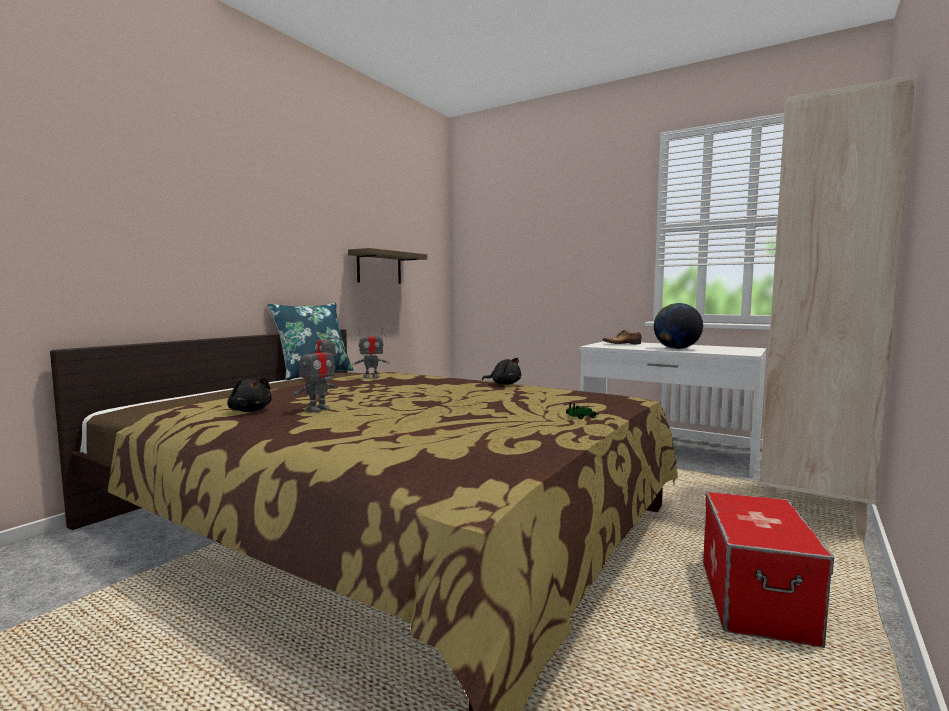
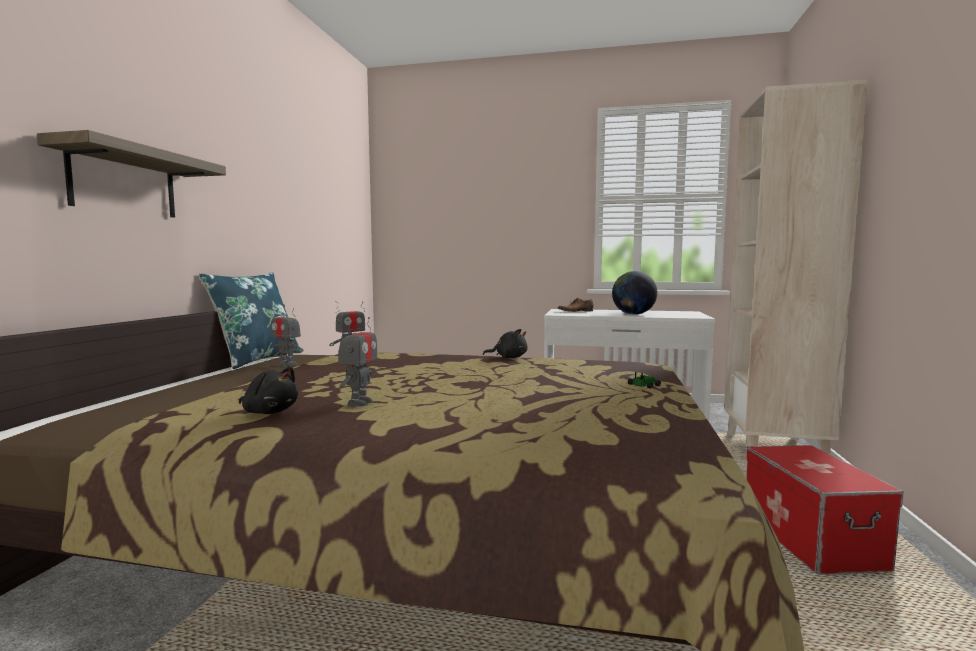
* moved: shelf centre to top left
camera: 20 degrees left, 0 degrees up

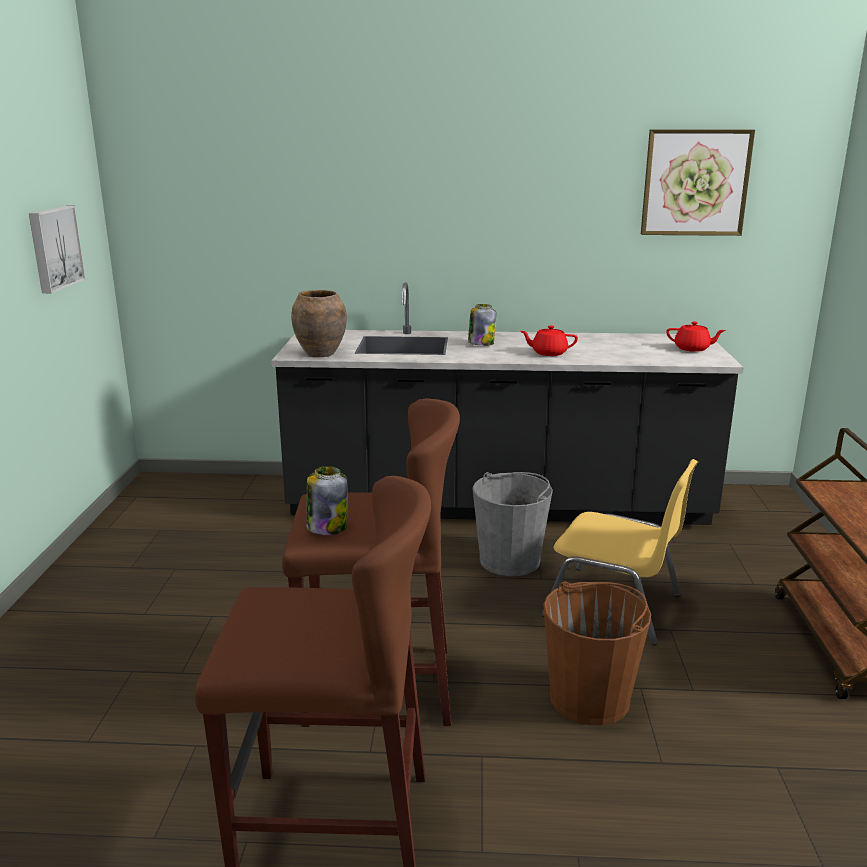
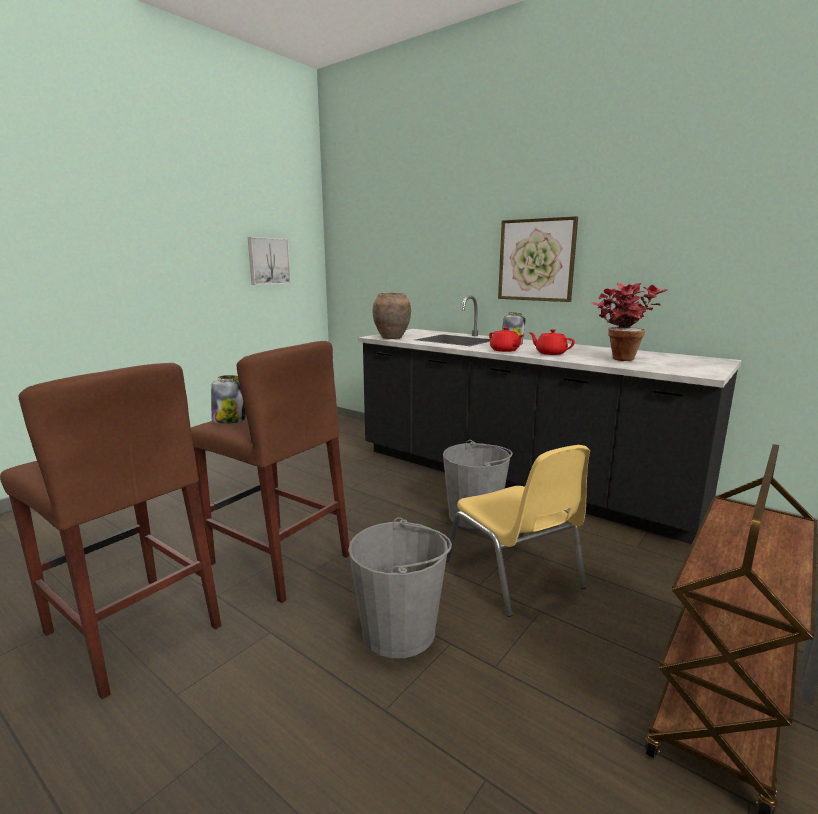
* recoloured: brownish water bucket bottom right to greyish water bucket (1st from left) bottom centre
* moved: wall picture (2nd from left) top right to top centre
* moved: red teapot (2nd from left in the first image) middle right to red teapot (1st from left) centre
* added: potted plant middle right
camera: 35 degrees right, 5 degrees down

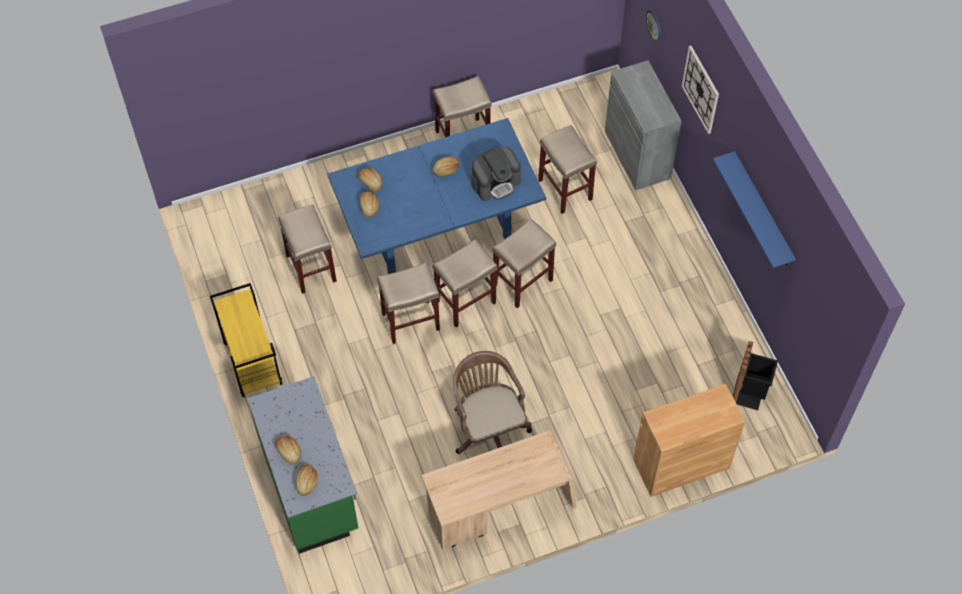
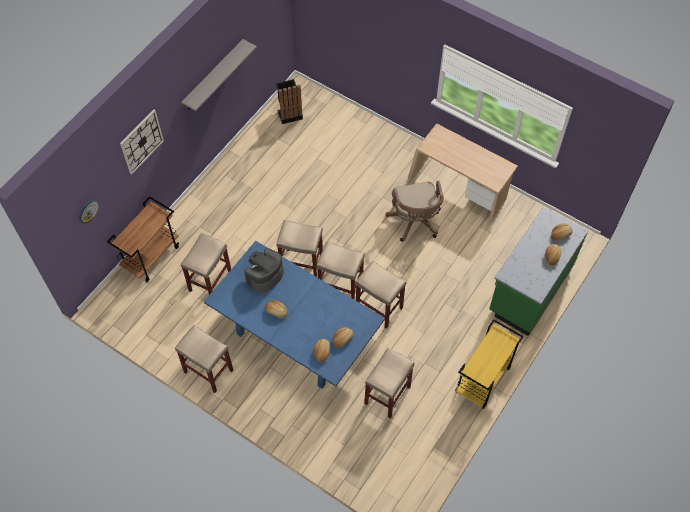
* turned: brownish office chair bottom centre = centre 45 degrees counterclockwise
* turned: coffee brewer top centre = centre 75 degrees counterclockwise
* replaced: greyish cupboard top right to brownish cart middle left
* removed: brownish cupboard bottom right
* recoloured: blue shelf middle right to greyish shelf top left
camera: 125 degrees left, 0 degrees up

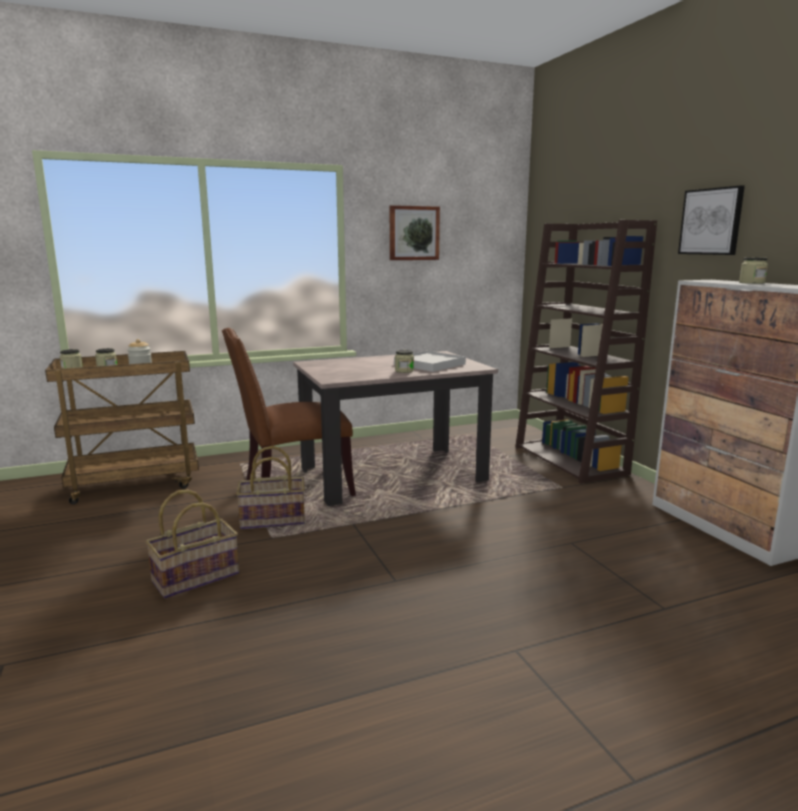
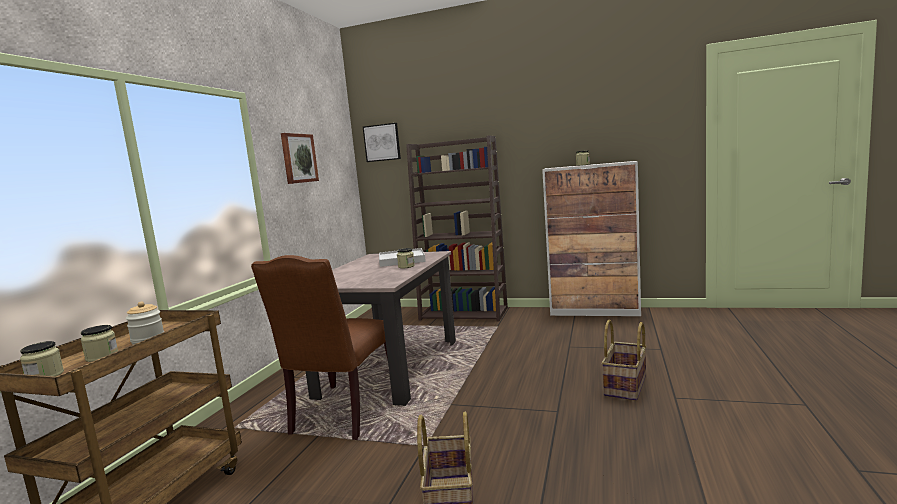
* moved: basket (2nd from left) centre to bottom right
* moved: wall picture (2nd from left) top right to top centre
camera: 50 degrees left, 5 degrees down

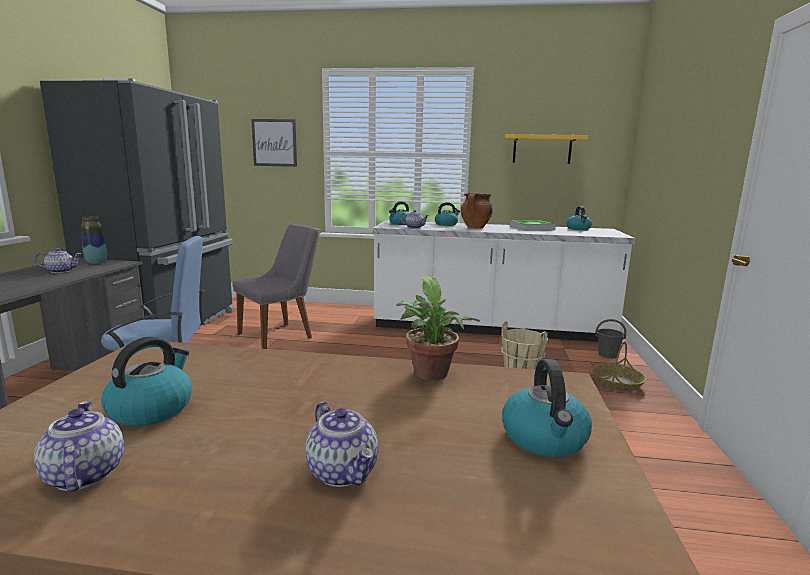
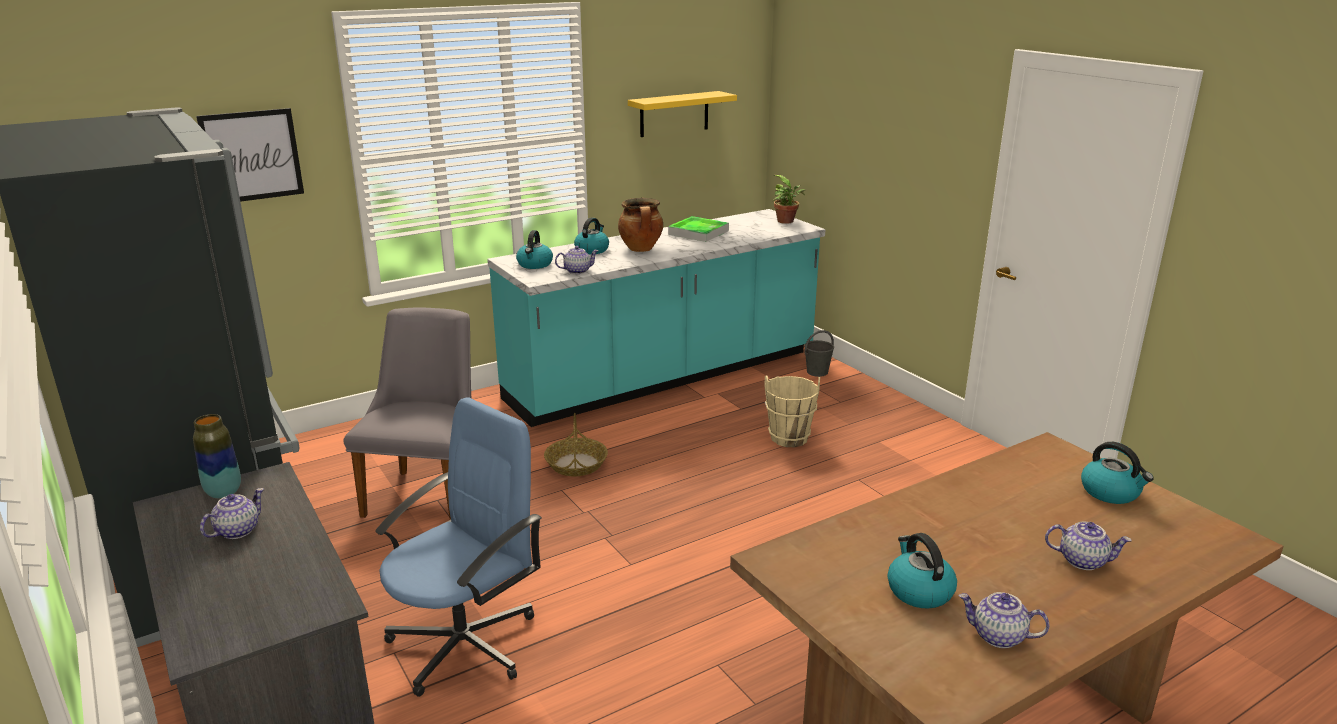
* recoloured: whitish kitchen base unit centre to turquoise kitchen base unit centre
* moved: potted plant centre to top centre
* removed: water kettle (5th from left) middle right
* moved: basket middle right to centre
camera: 40 degrees left, 10 degrees up

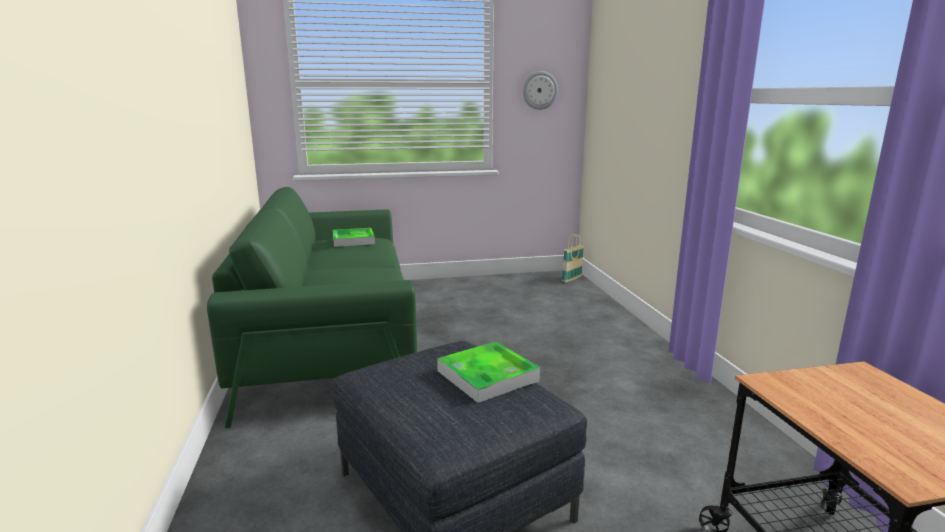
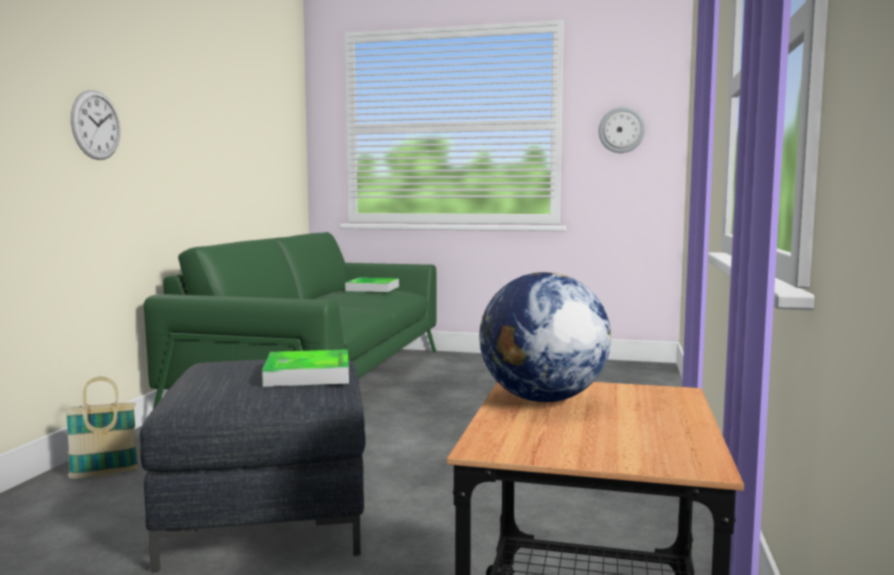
* moved: basket centre to bottom left
* added: clock on the wall (1st from left) top left
* added: globe centre
camera: 25 degrees right, 10 degrees down

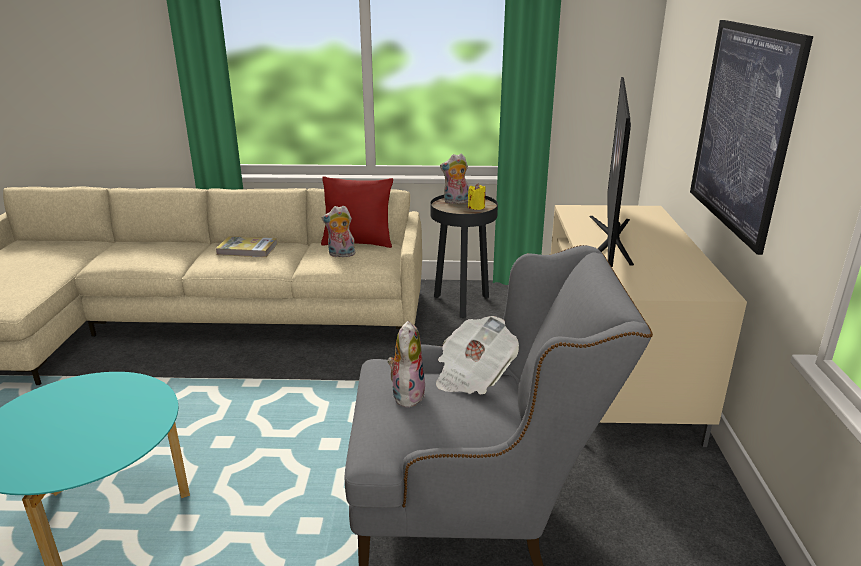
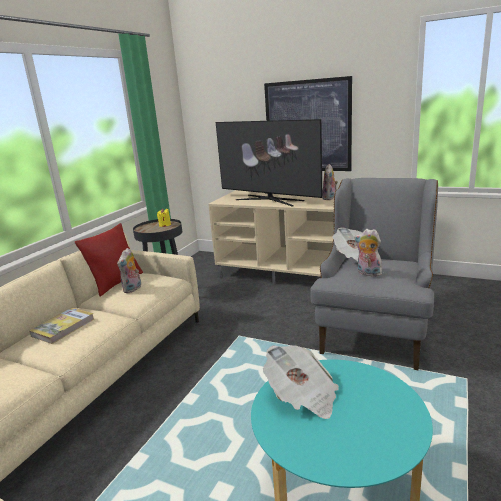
* moved: plush toy (3rd from left in the first image) top centre to plush toy (2nd from left) centre
* added: newspaper (1st from left) bottom centre
camera: 65 degrees left, 5 degrees down

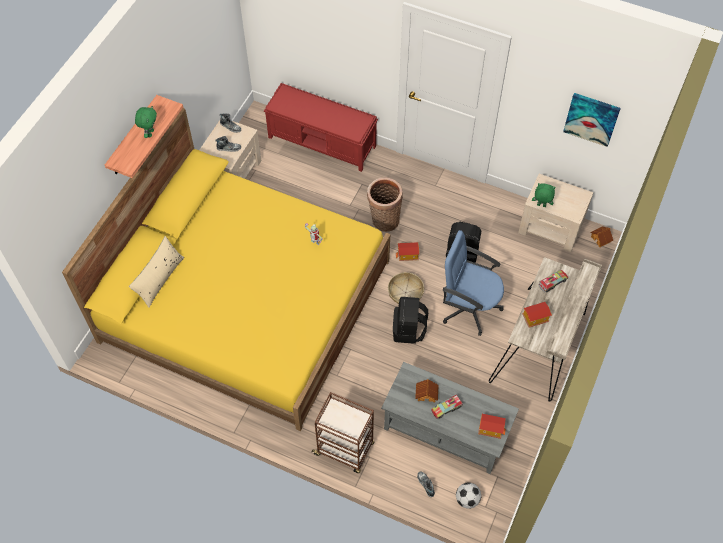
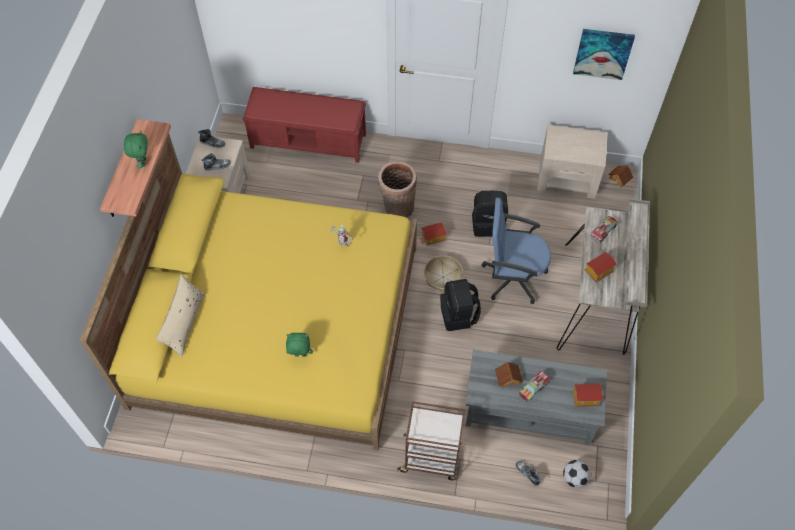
* moved: green plush toy (2nd from left) middle right to centre
camera: 15 degrees left, 0 degrees up

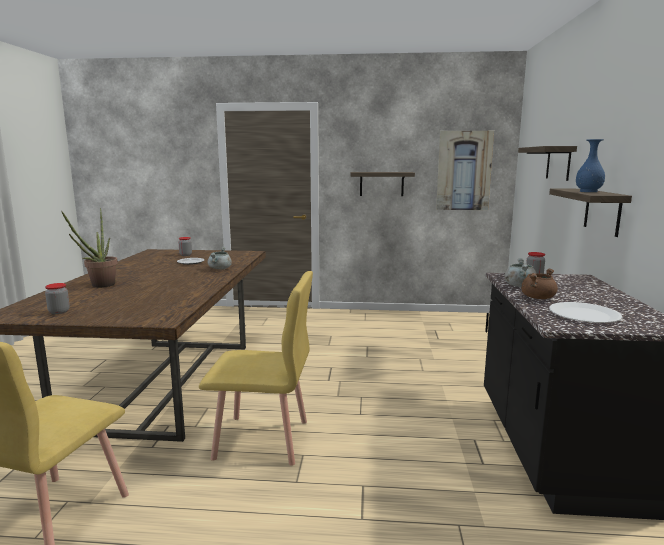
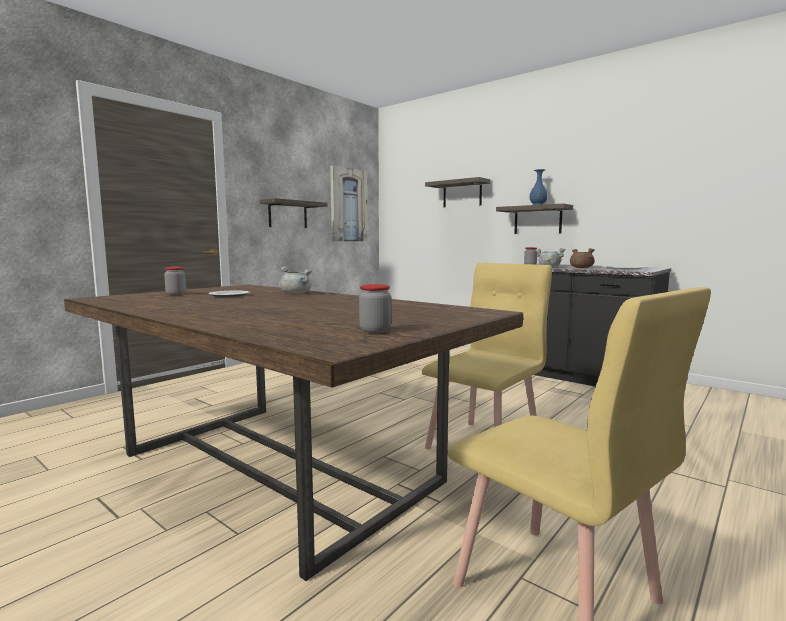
* removed: potted plant middle left
camera: 55 degrees left, 5 degrees down

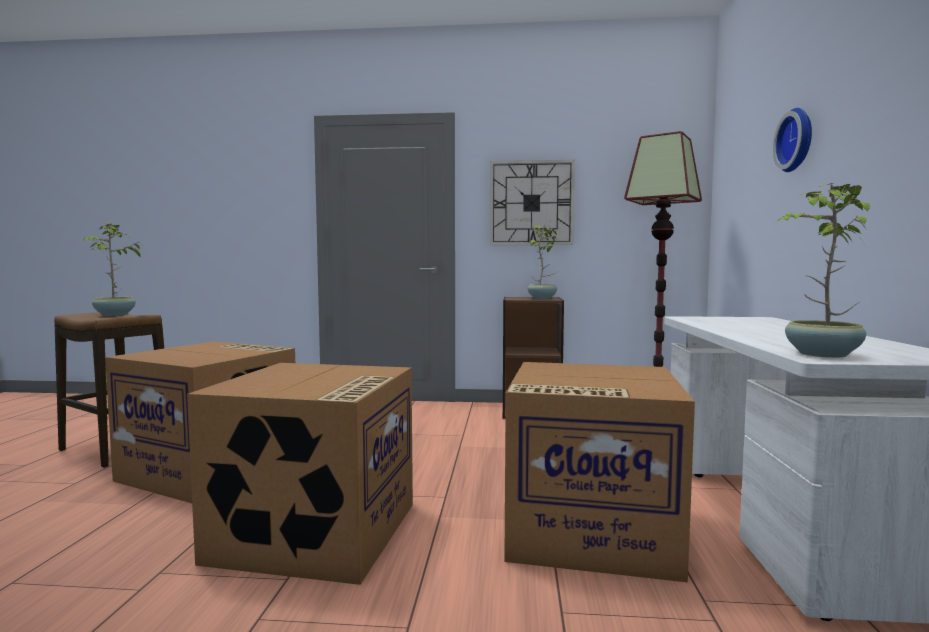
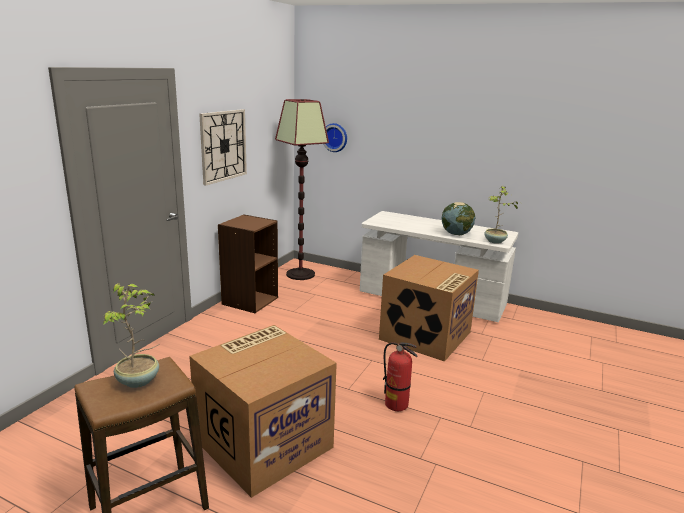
* replaced: cardboard box (2nd from left) bottom left to extinguisher bottom centre
* removed: potted plant (2nd from left) centre
* moved: clock on the wall (2nd from left) top right to top centre
* added: globe middle right
camera: 70 degrees left, 15 degrees up

